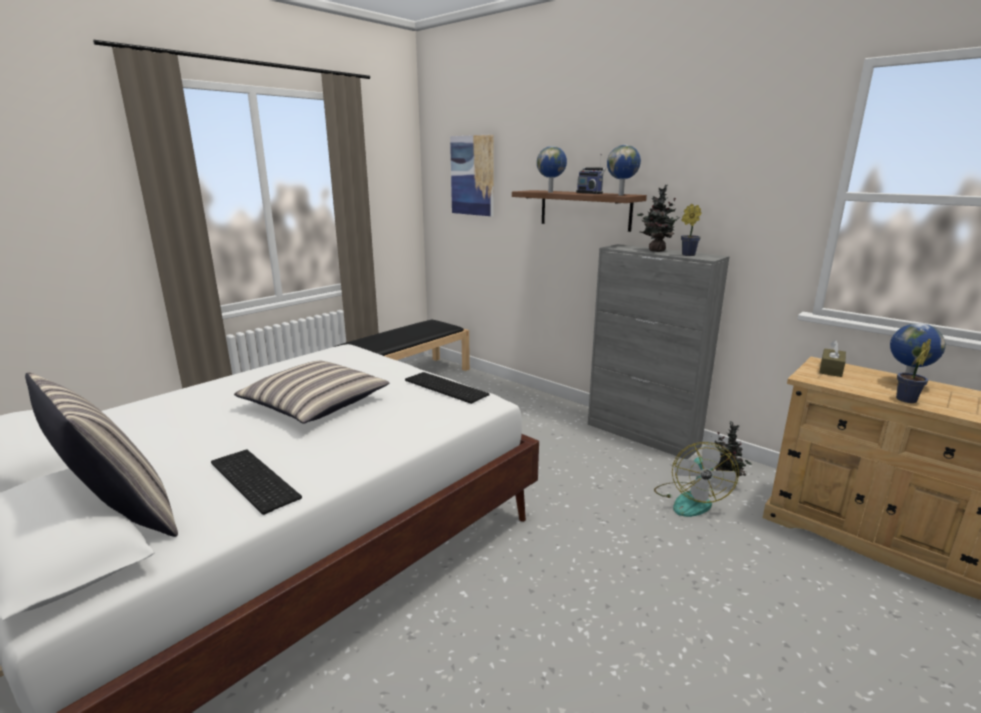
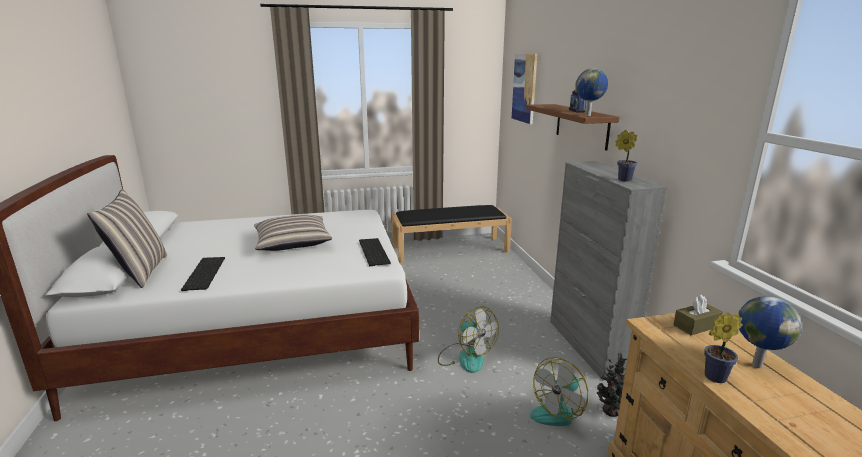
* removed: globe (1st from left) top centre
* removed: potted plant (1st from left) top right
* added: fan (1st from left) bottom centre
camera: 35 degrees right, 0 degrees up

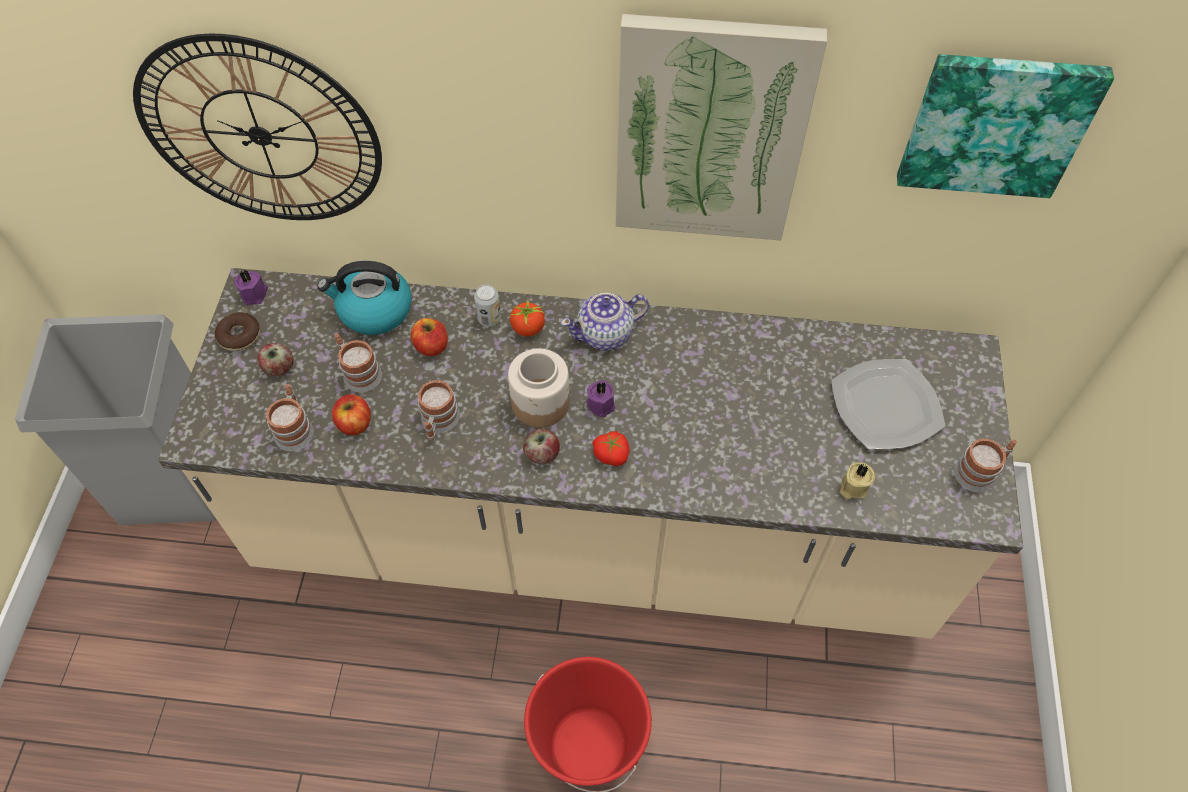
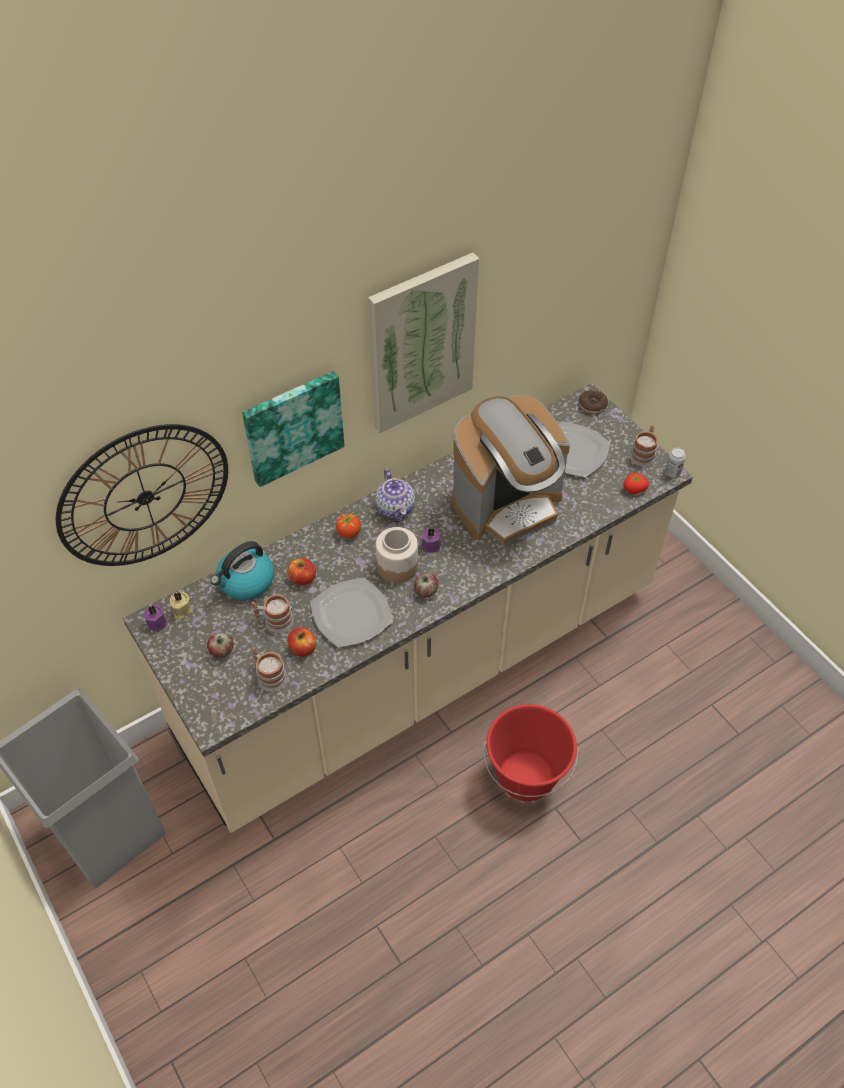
* moved: donut middle left to middle right
* replaced: tea mug (3rd from left) centre to dinner plate (1st from left) centre
* moved: can centre to middle right
* turned: teapot centre = centre 45 degrees counterclockwise
* moved: fresh tomato (2nd from left) centre to middle right
* moved: sand-coloured wax candle middle right to middle left
* moved: wall picture (2nd from left in the first image) top right to wall picture (1st from left) centre
* added: coffee brewer centre
camera: 40 degrees left, 5 degrees down

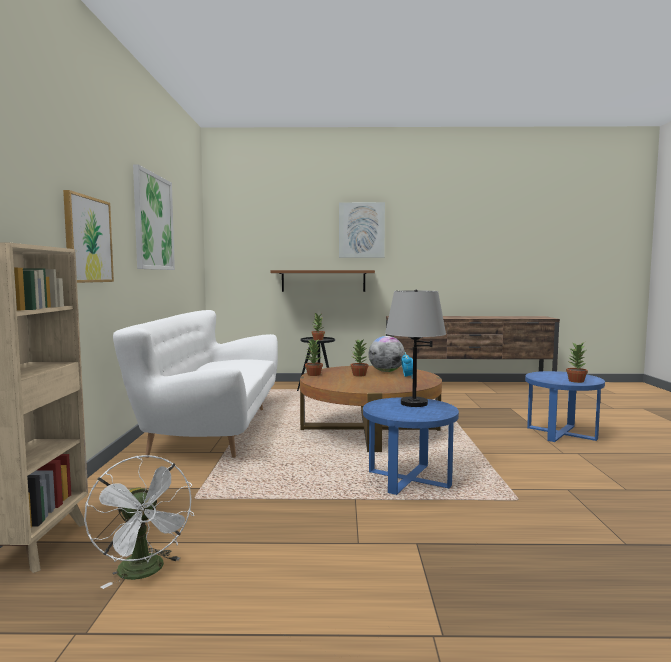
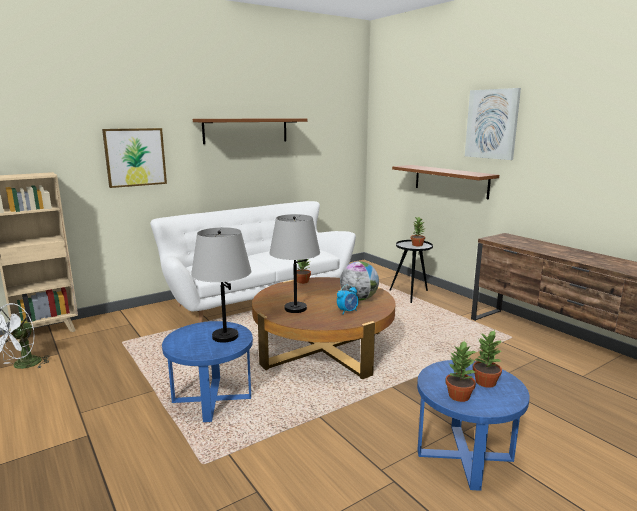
* replaced: wall picture (2nd from left) top left to brownish shelf (1st from left) top centre
* moved: potted plant (3rd from left in the first image) centre to potted plant (4th from left) bottom right
* added: greyish table lamp (2nd from left) centre
camera: 55 degrees right, 10 degrees up

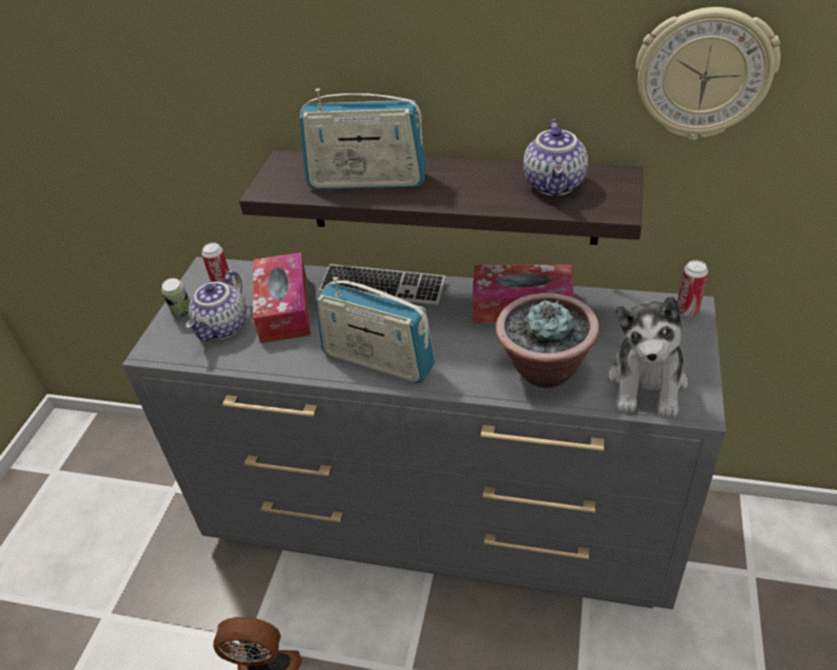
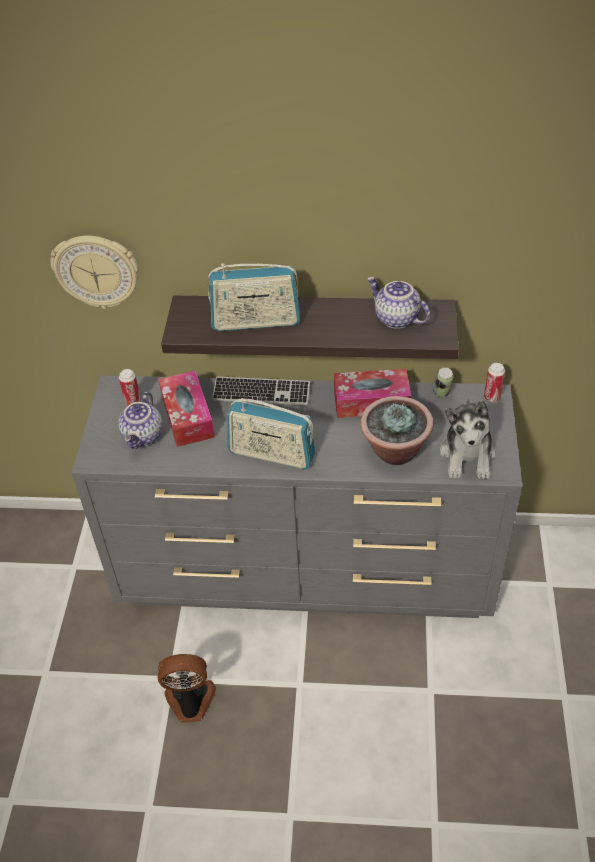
* moved: can (1st from left in the first image) middle left to can (2nd from left) middle right
* turned: teapot (2nd from left) top centre = middle right 135 degrees clockwise
* moved: clock on the wall top right to top left
camera: 10 degrees left, 5 degrees up

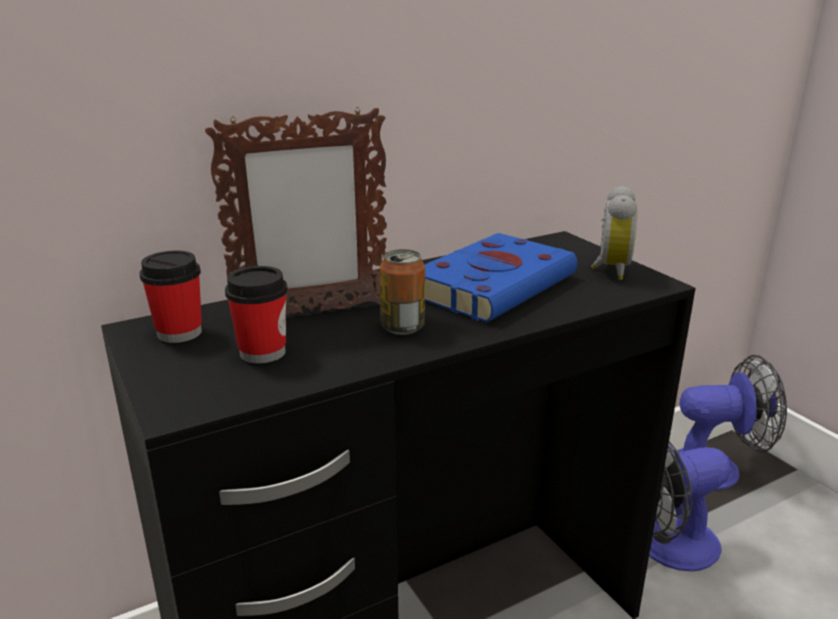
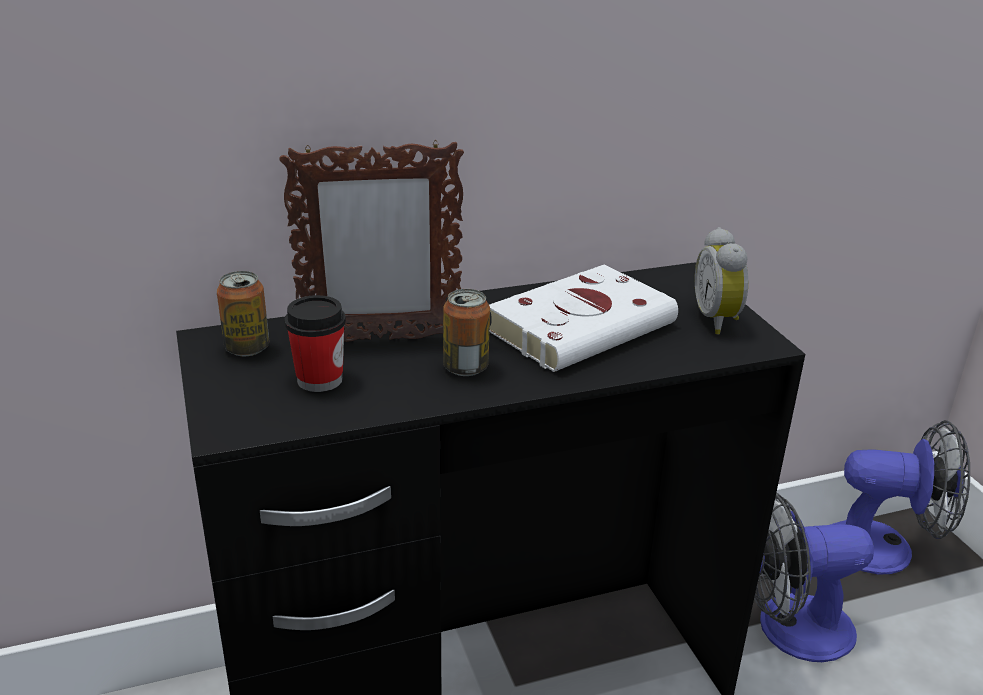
* replaced: cup (1st from left) middle left to can (1st from left) middle left
* recoloured: blue book centre to whitish book centre
* turned: table clock middle right = middle right 150 degrees clockwise
camera: 10 degrees right, 5 degrees up

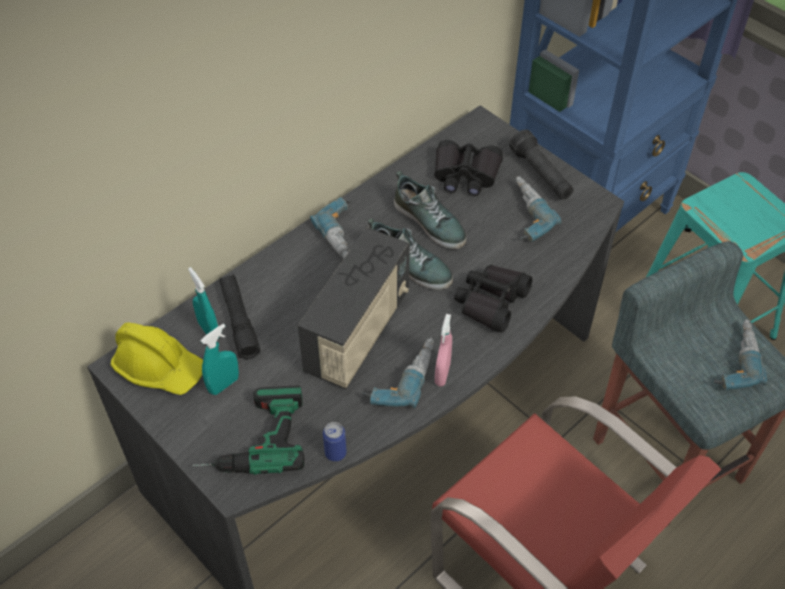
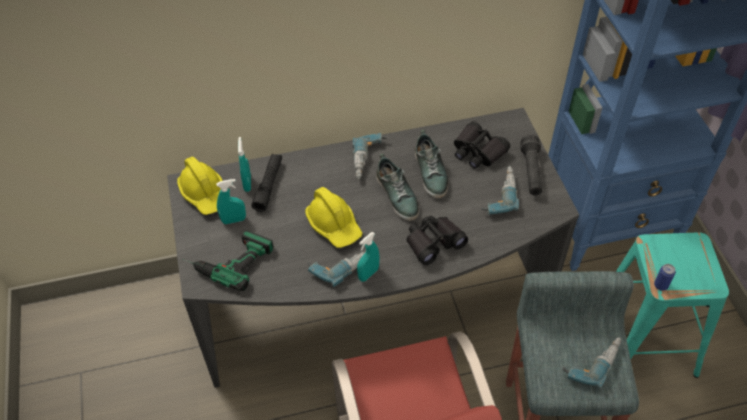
* replaced: radio receiver centre to yellow hard hat (2nd from left) centre
* moved: can bottom centre to middle right
* recoloured: pink sprayer centre to turquoise sprayer (3rd from left) centre
camera: 30 degrees right, 0 degrees up

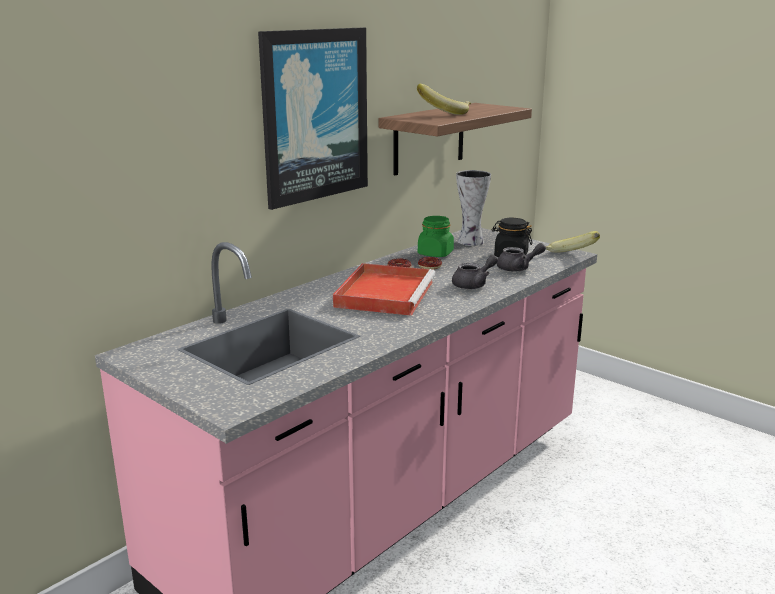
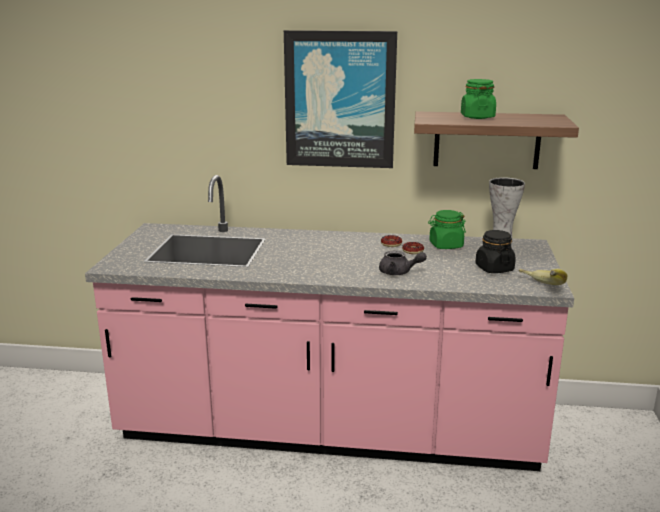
* removed: red carrying tray centre
* replaced: banana fruit (1st from left) top centre to green jar (2nd from left) top right
* removed: greyish teapot (2nd from left) middle right
camera: 55 degrees right, 0 degrees up

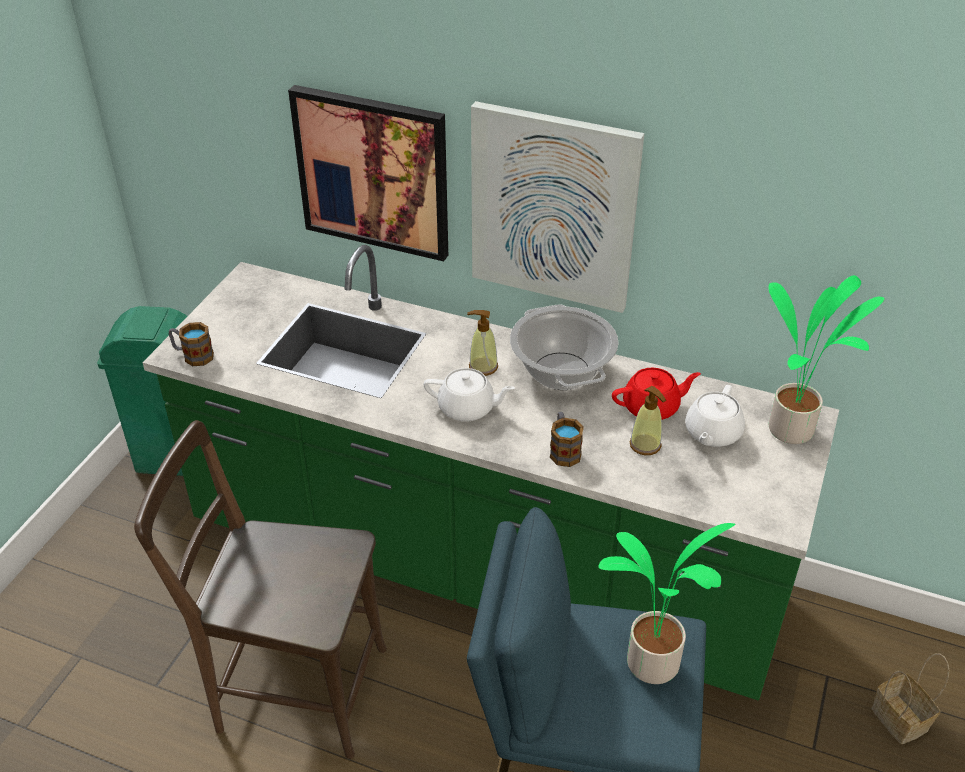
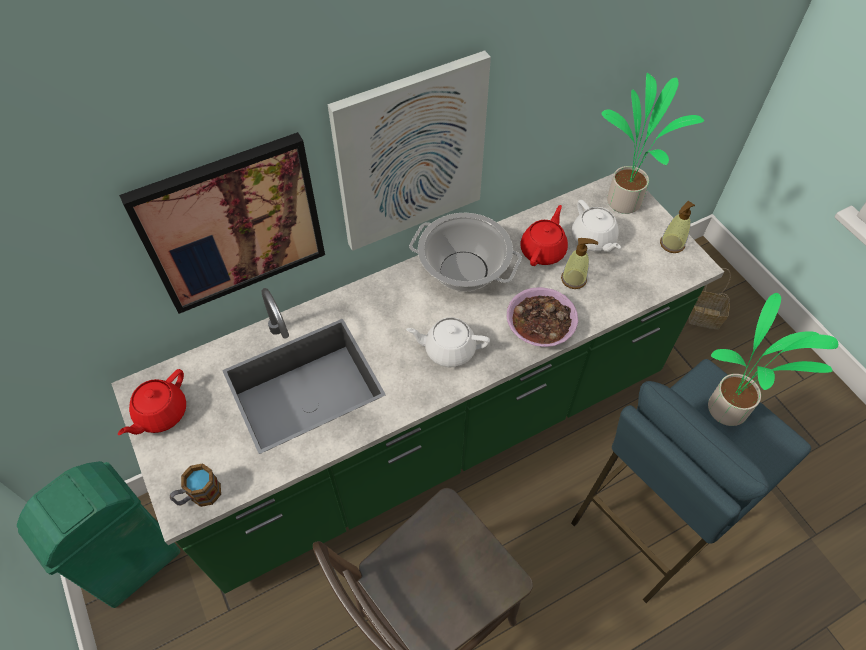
* turned: whitish teapot (1st from left) centre = centre 135 degrees counterclockwise
* moved: liquid soap bottle (1st from left in the first image) centre to liquid soap bottle (2nd from left) middle right
* replaced: tea mug (2nd from left) centre to bowl centre
* added: red teapot (1st from left) middle left
camera: 50 degrees left, 15 degrees up

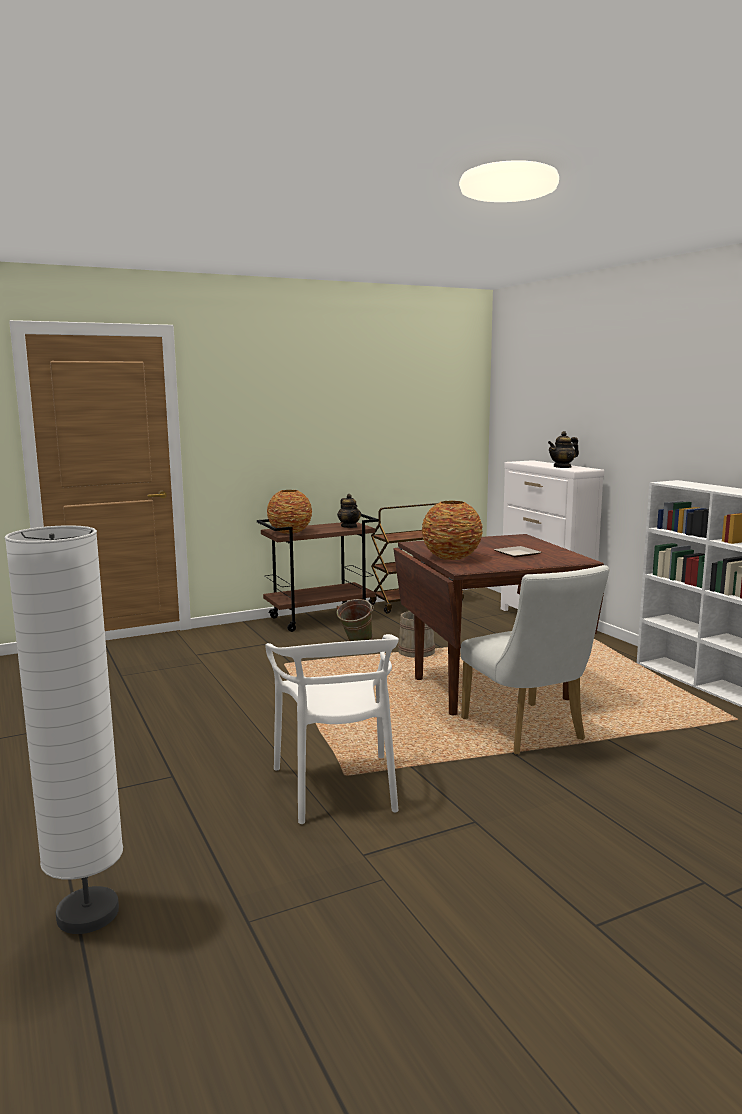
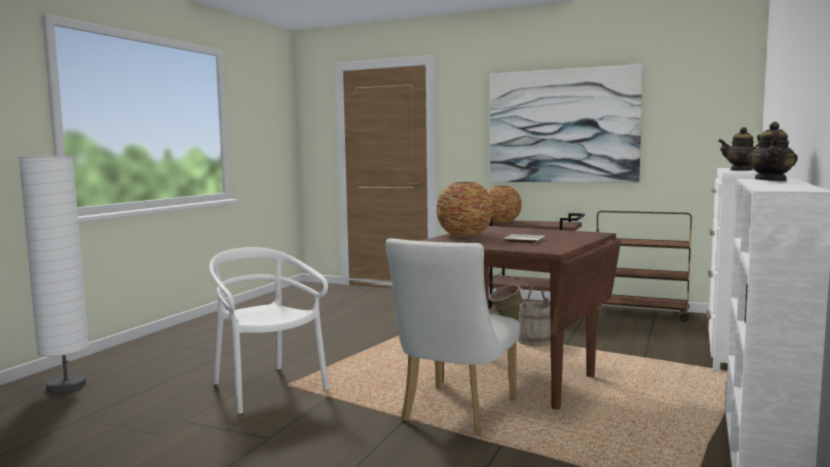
* turned: whitish plain chair (1st from left) centre = bottom left 105 degrees clockwise
* moved: teapot (1st from left in the first image) centre to teapot (2nd from left) top right
* added: wall picture top right
camera: 50 degrees right, 5 degrees down

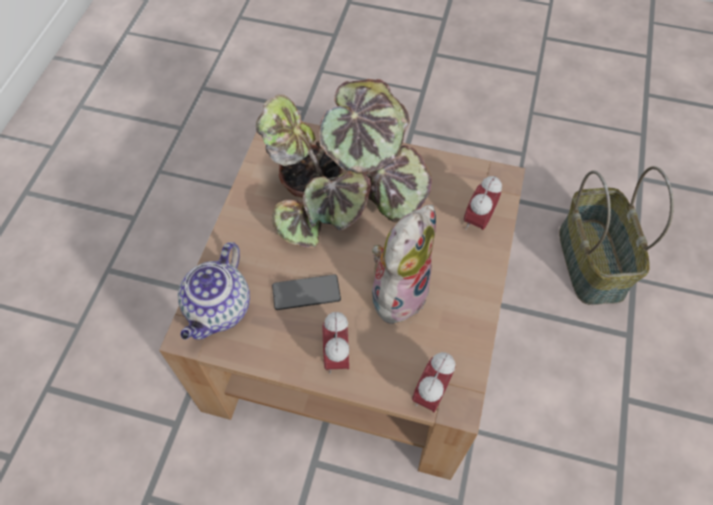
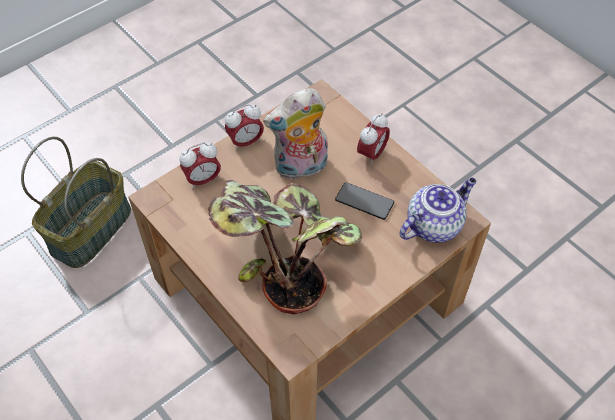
* moved: table clock (2nd from left) bottom centre to top centre
camera: 145 degrees left, 5 degrees down

